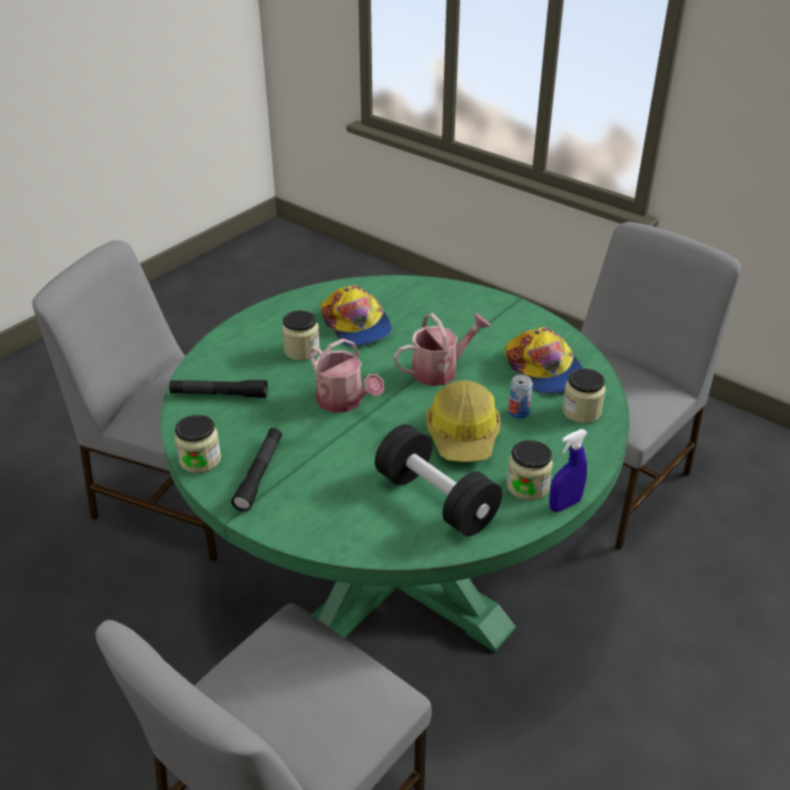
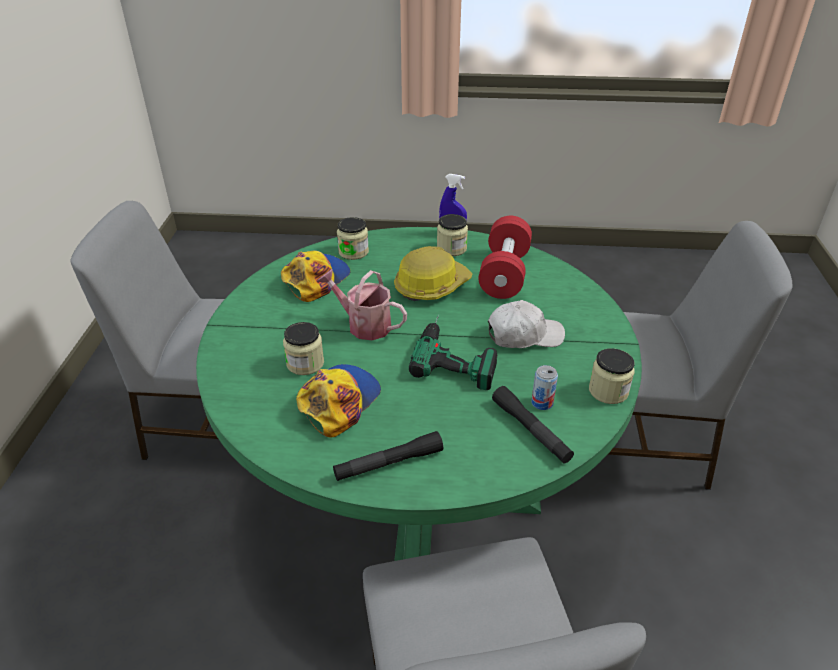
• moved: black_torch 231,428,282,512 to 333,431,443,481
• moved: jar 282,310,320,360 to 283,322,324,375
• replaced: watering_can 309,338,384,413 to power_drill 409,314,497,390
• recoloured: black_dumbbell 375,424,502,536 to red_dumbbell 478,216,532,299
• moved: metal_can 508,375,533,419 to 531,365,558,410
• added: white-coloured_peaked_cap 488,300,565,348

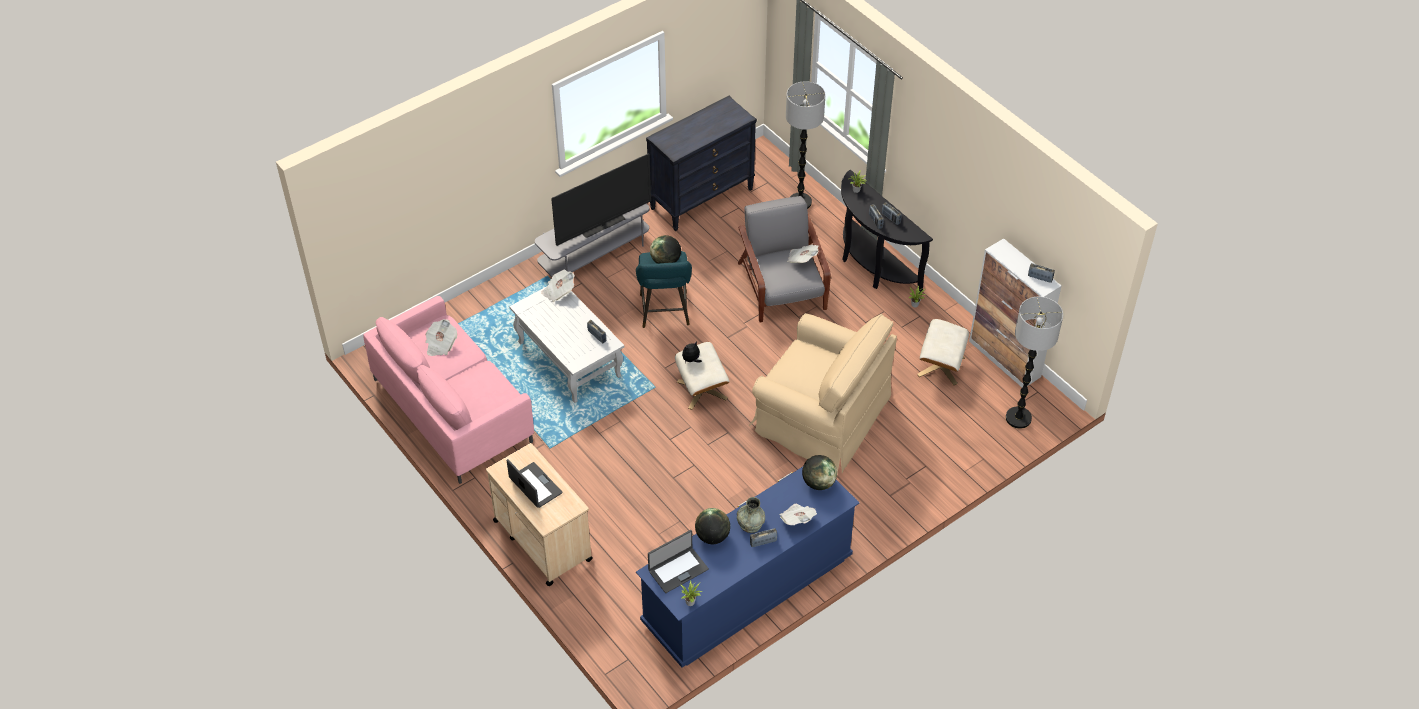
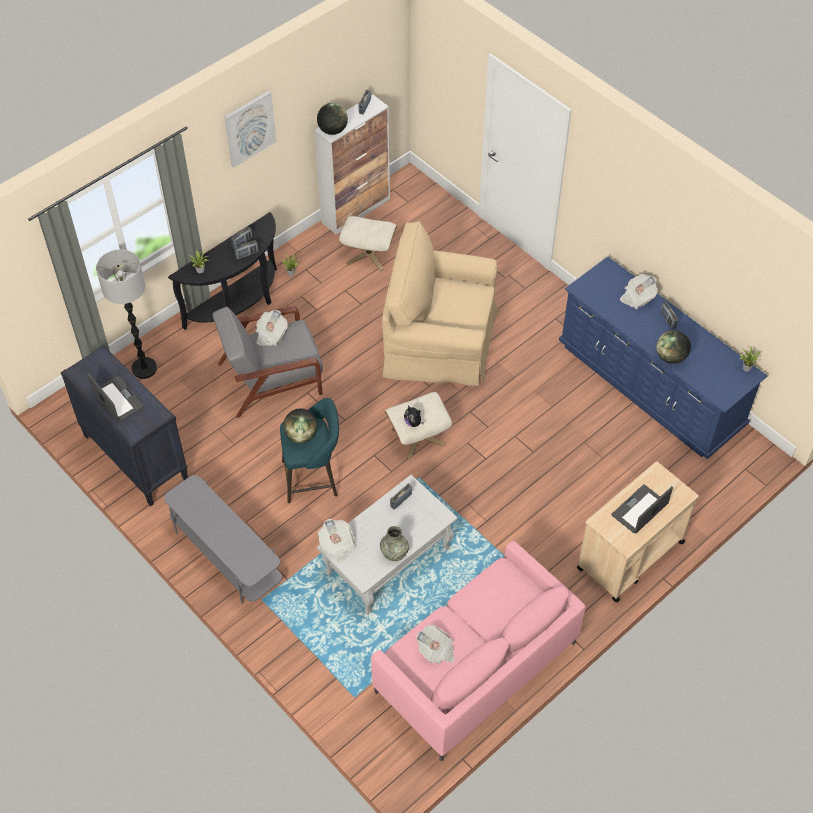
• removed: TV_set 551,153,651,246
• moved: portable_computer 648,530,709,593 to 87,373,144,422
• moved: greyish_decorative_vase 737,497,765,533 to 380,526,409,561
• turned: beige-coloured_armchair 749,313,897,474 = 382,221,498,386 105 degrees counterclockwise
• moved: globe 802,455,837,490 to 317,103,348,135
• removed: standing_lamp 1006,297,1063,429
• added: wall_picture 224,91,276,168

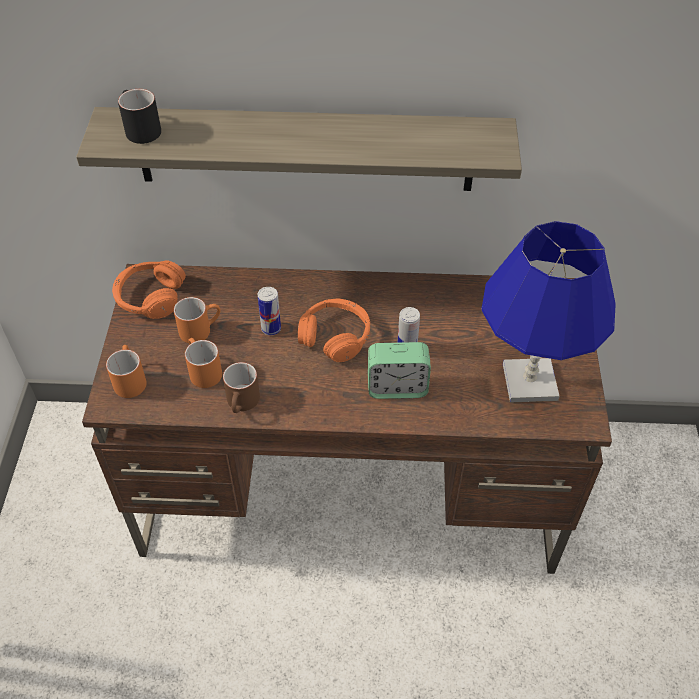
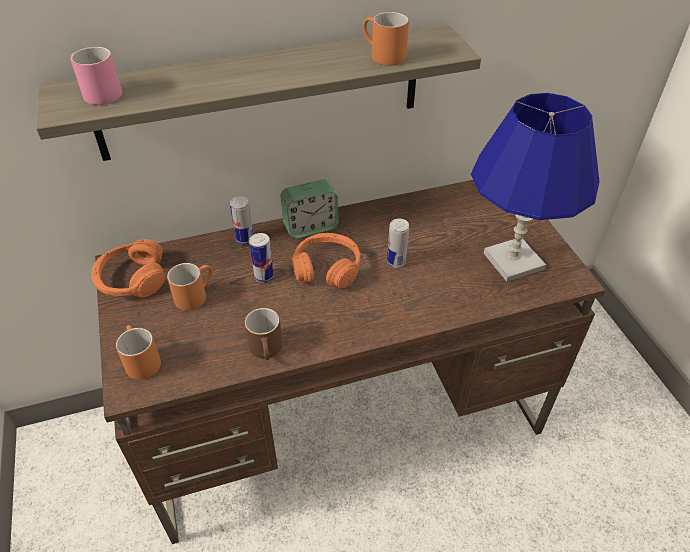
• recoloured: black_mug 118,89,161,144 to pink-coloured_mug 70,47,122,105
• moved: orange_mug 185,338,222,388 to 363,12,409,66
• moved: bedside_clock 368,342,431,399 to 280,179,338,239
• added: metal_can 230,196,254,245

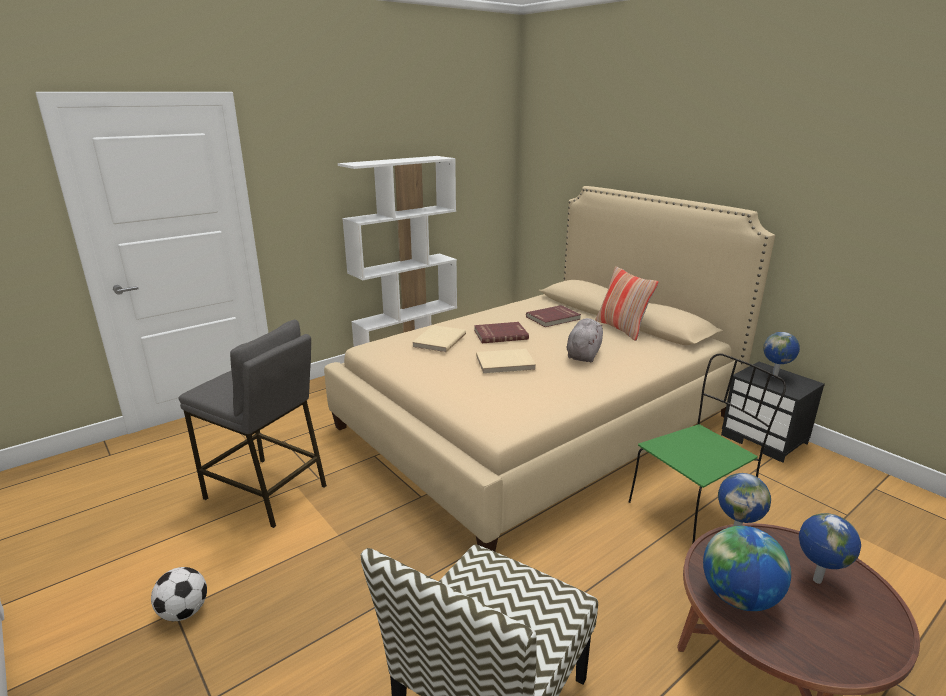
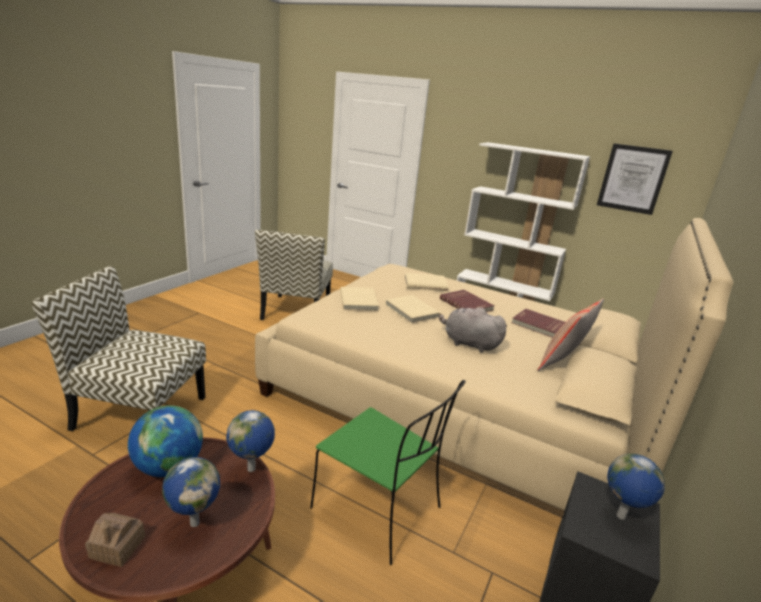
• removed: football_ball 151,567,207,621
• replaced: greyish_stool 179,319,327,528 to plain_chair 255,230,333,320
• turned: greyish_soft_toy 567,318,603,362 = 439,307,507,353 150 degrees counterclockwise
• added: model_house 85,513,145,567
• added: beige-coloured_book 340,287,379,311
• added: wall_picture 597,143,673,215

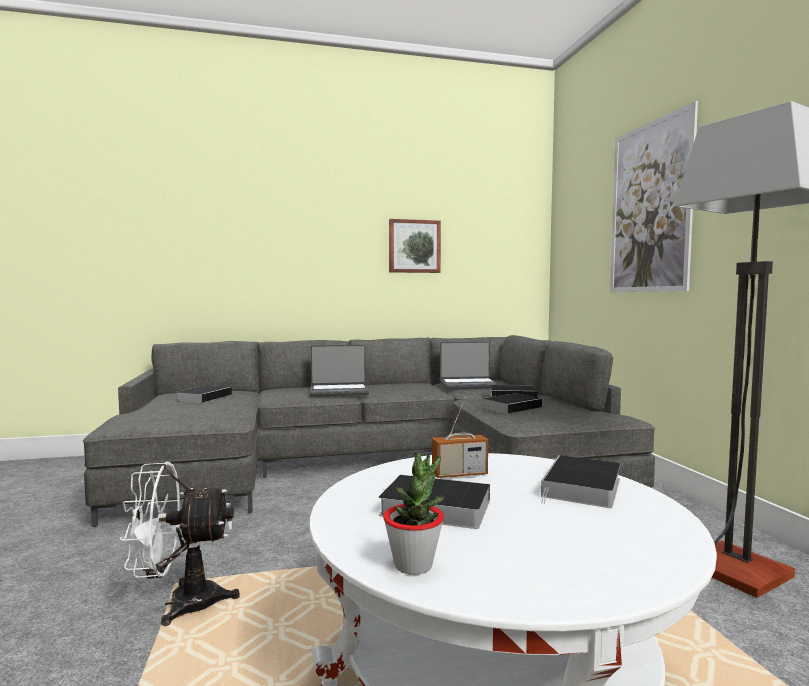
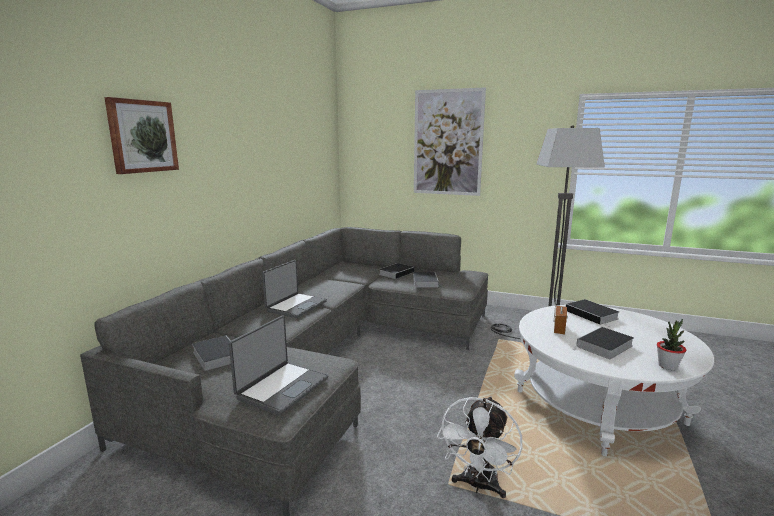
• moved: wall_picture 389,219,441,273 to 104,97,179,174
• moved: portable_computer 440,341,500,389 to 229,315,328,415

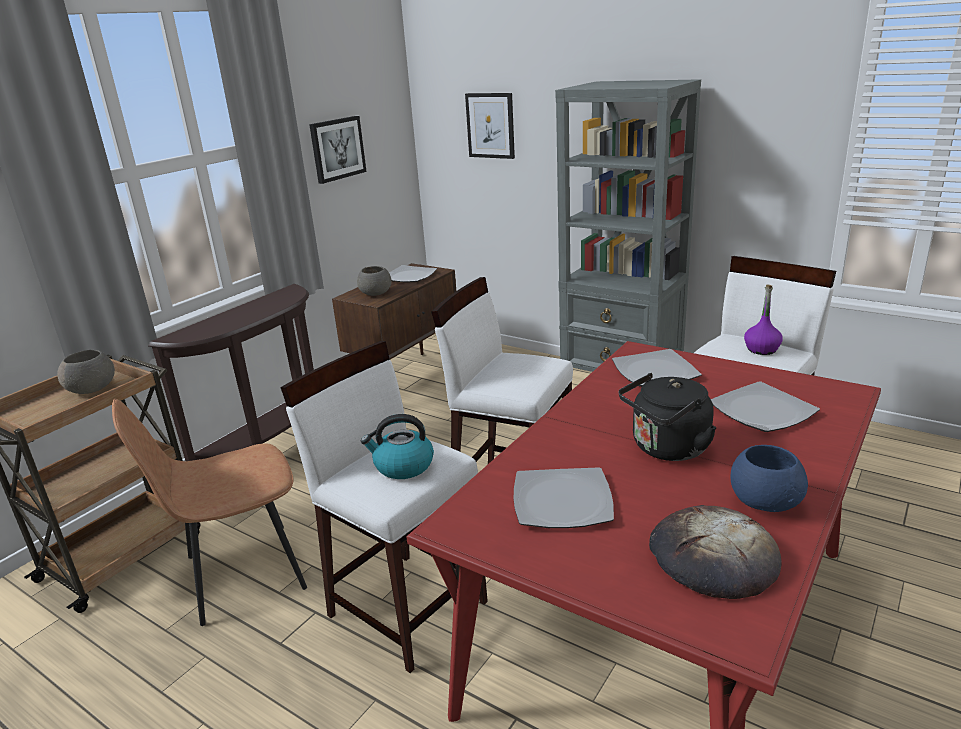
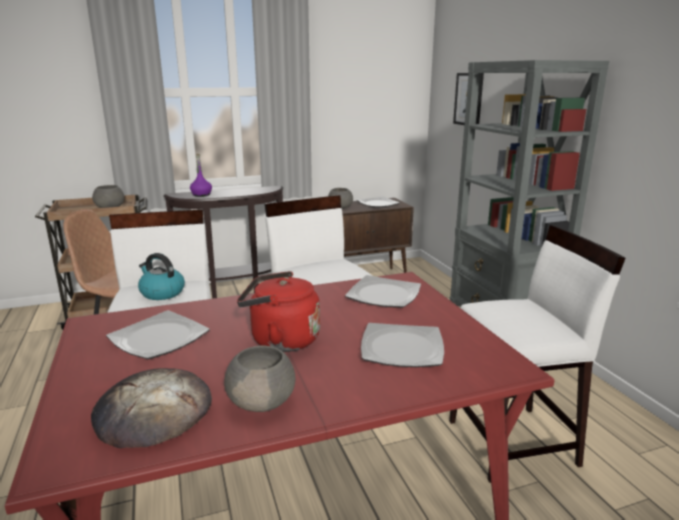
• removed: wall_picture 309,116,367,184
• recoloured: black_water_kettle 619,373,717,461 to red_water_kettle 237,271,320,352
• recoloured: blue-coloured_deep_dish 731,445,808,512 to greyish_deep_dish 224,346,295,412
• moved: purple_bottle 744,285,783,355 to 190,153,212,197

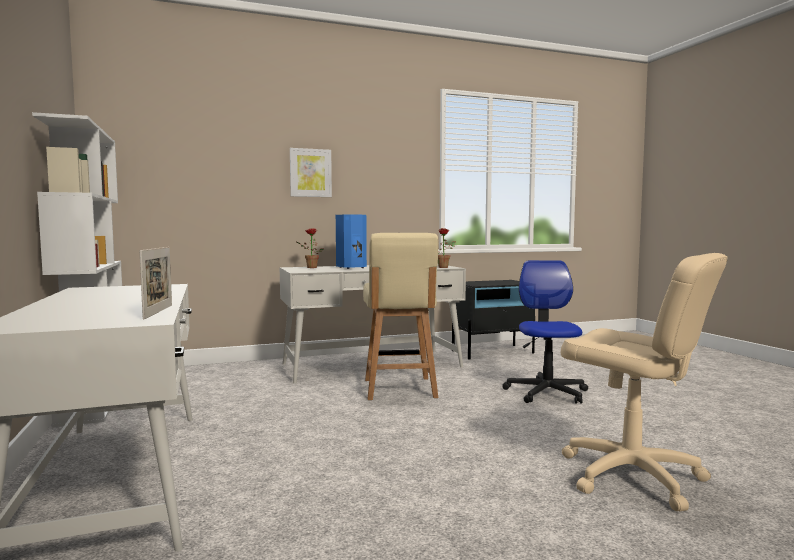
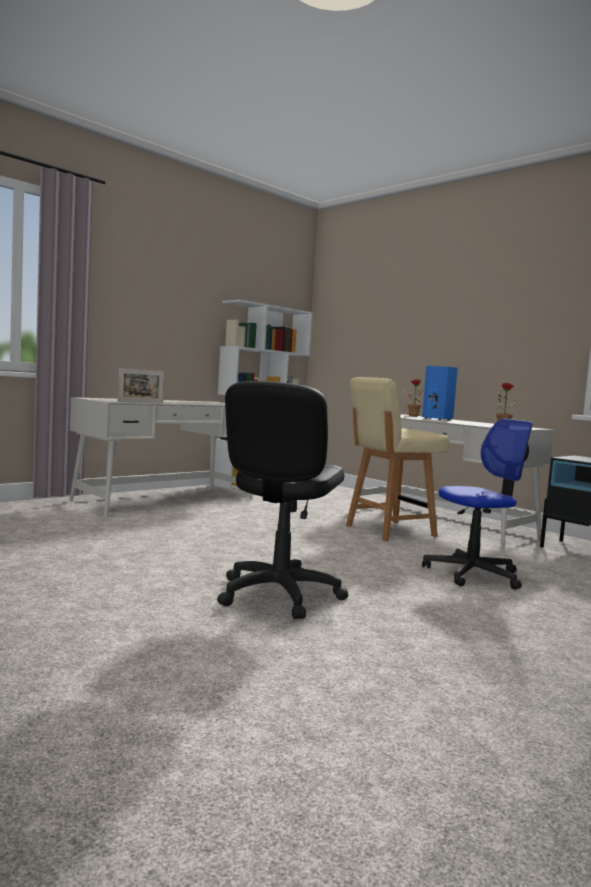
• removed: wall_picture 290,148,332,197
• recoloured: beige-coloured_desk_chair 561,253,728,511 to black_desk_chair 217,381,348,619

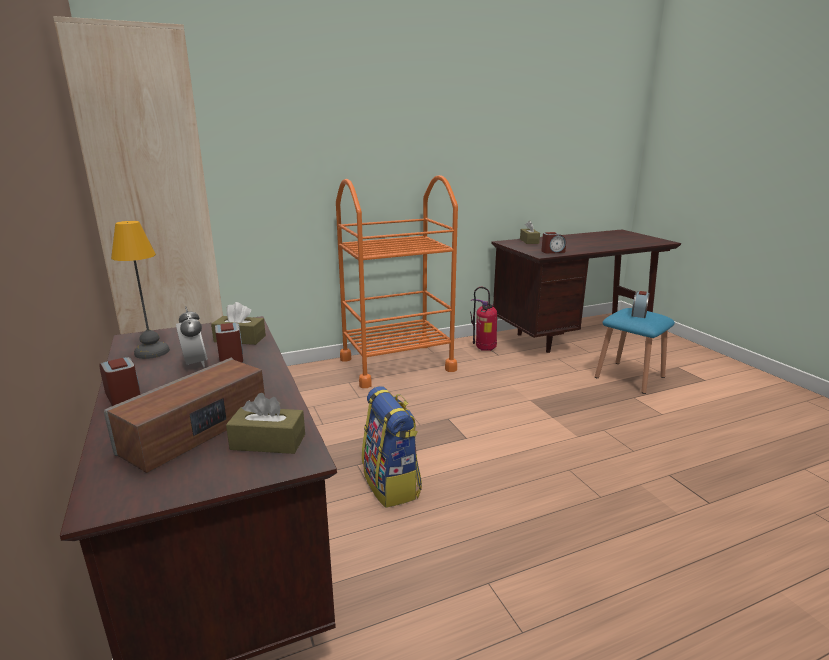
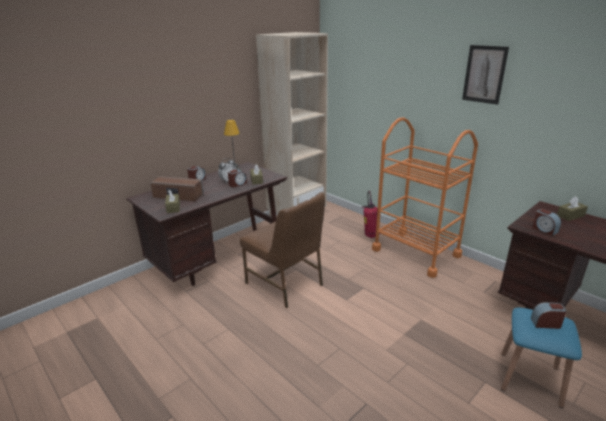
• replaced: knapsack 362,386,422,508 to brown-coloured_plain_chair 240,192,325,308
• moved: fire-fighting_cylinder 470,287,497,351 to 362,191,380,238
• added: wall_picture 462,45,509,105

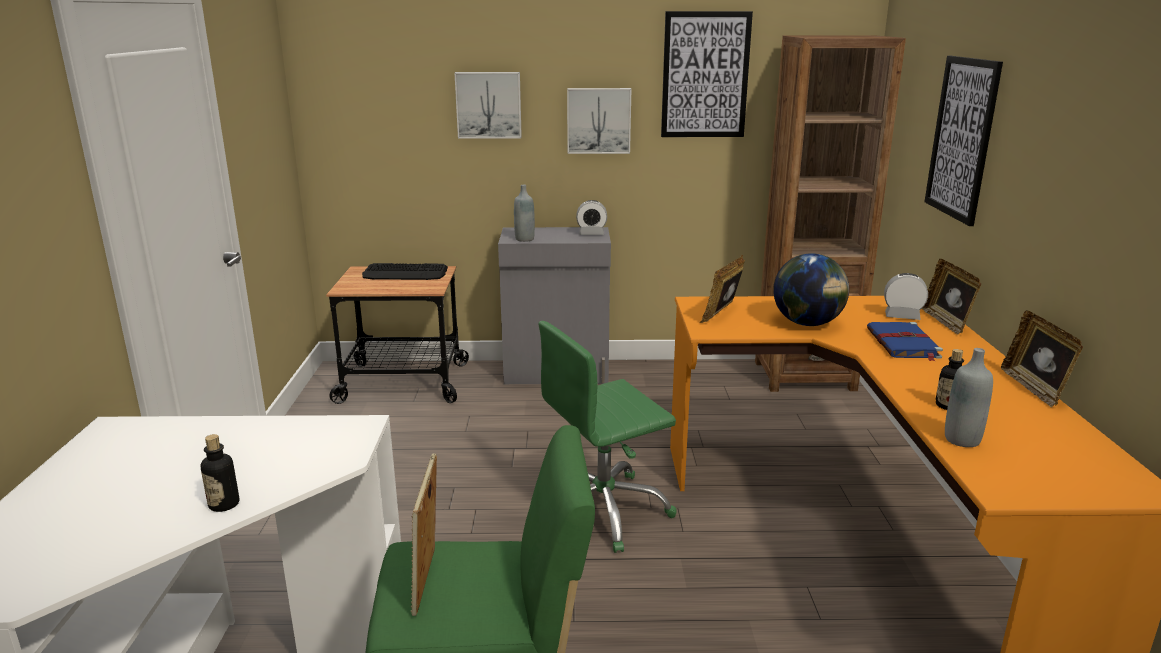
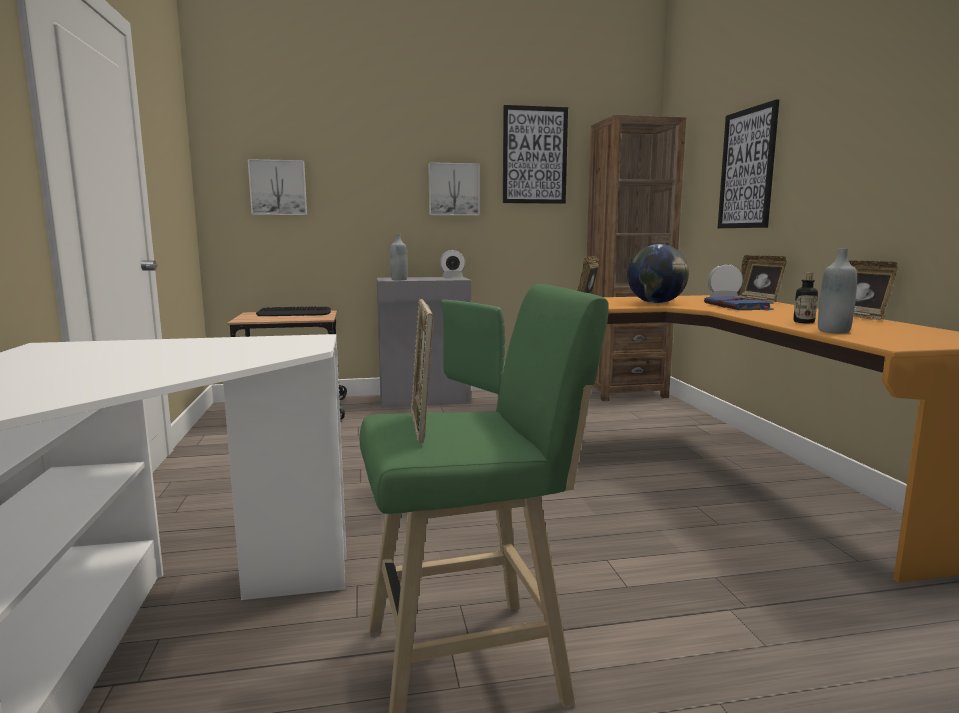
• removed: bottle 201,434,240,512
• moved: wall_picture 454,72,522,139 to 248,159,307,215

